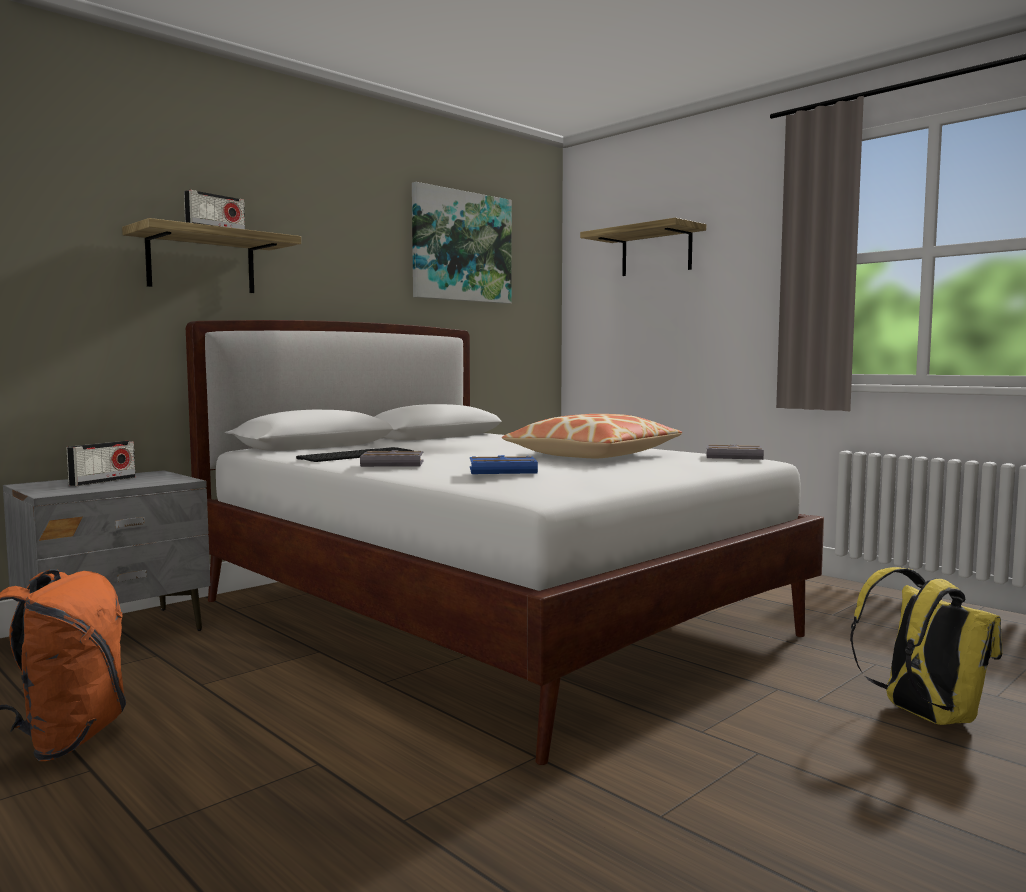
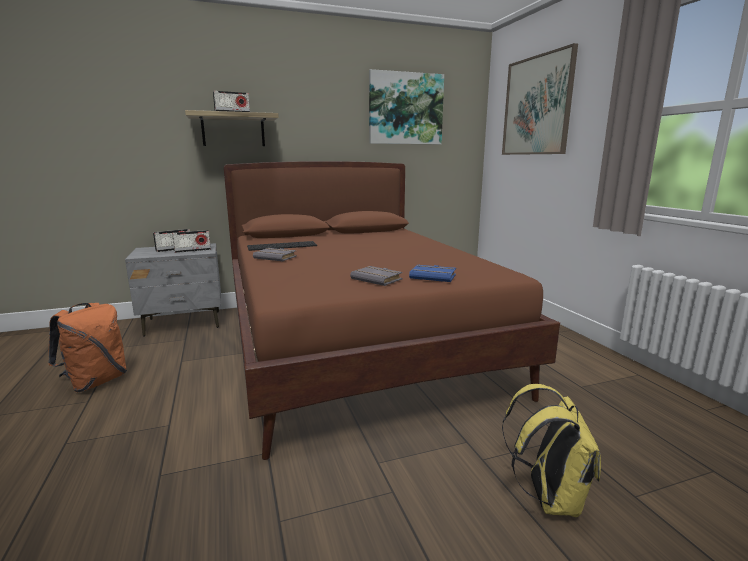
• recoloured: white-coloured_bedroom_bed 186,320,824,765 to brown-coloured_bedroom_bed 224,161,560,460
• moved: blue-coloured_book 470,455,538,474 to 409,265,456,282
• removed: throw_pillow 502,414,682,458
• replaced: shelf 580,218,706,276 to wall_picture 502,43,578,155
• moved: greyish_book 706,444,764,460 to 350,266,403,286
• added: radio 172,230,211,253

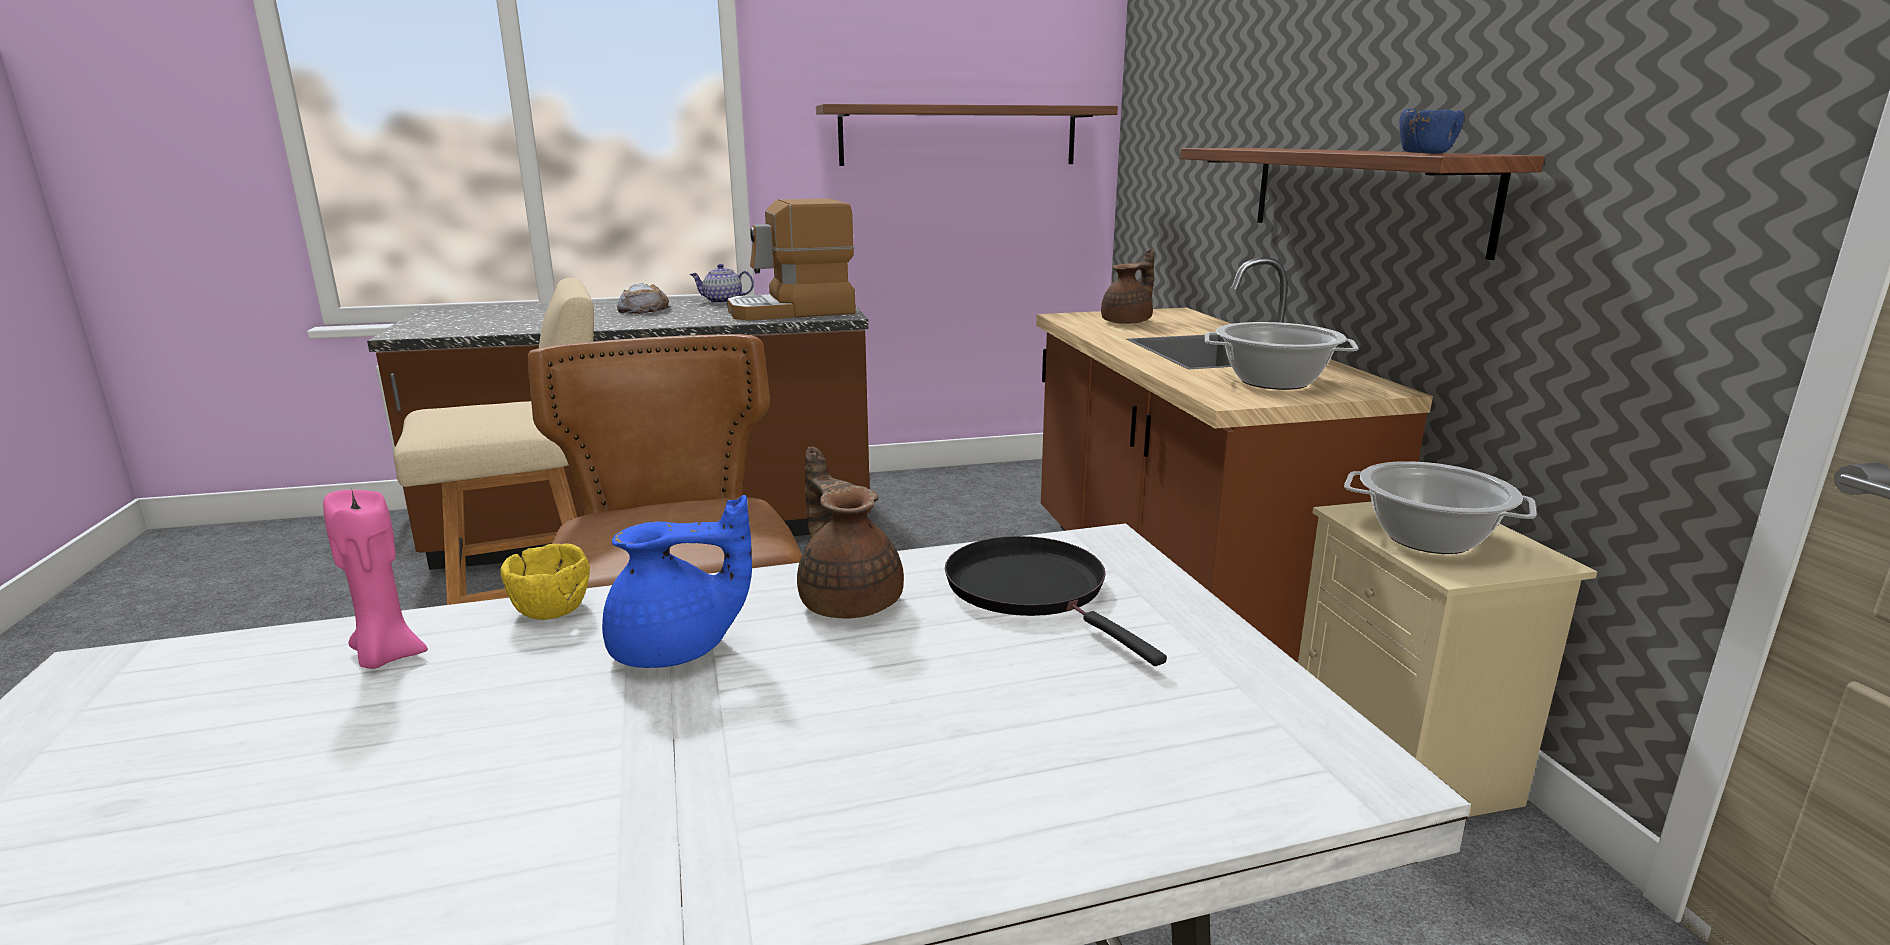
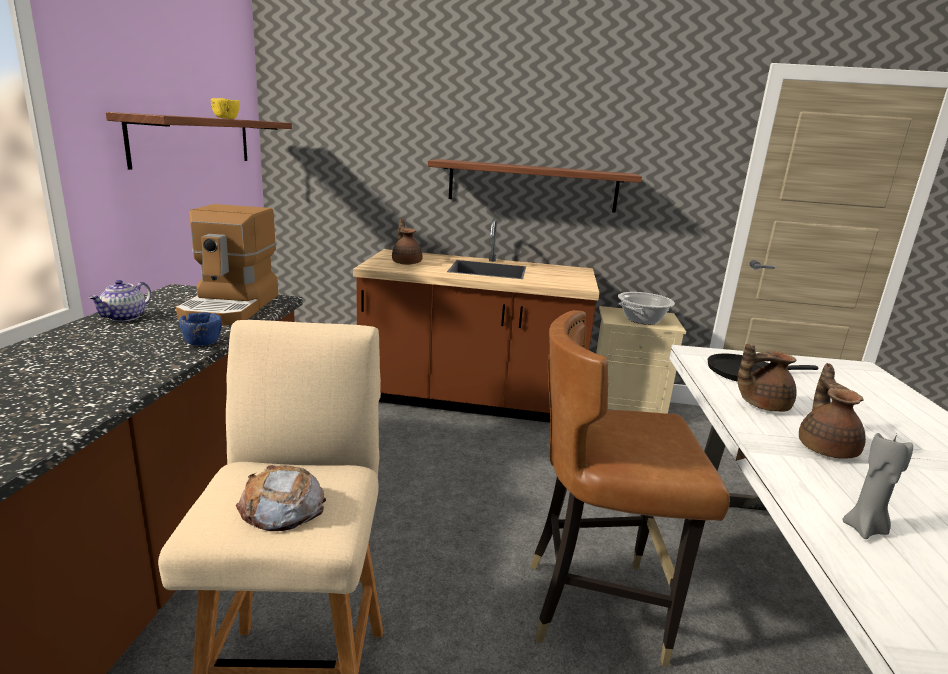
• recoloured: pink-coloured_candle 323,490,428,669 to greyish_candle 842,433,913,539
• moved: yellow_deep_dish 500,543,590,620 to 211,98,239,119
• recoloured: blue-coloured_pot_for_tea 602,495,752,668 to brown-coloured_pot_for_tea 799,363,866,459
• moved: bread 617,283,671,314 to 236,465,326,531
• removed: cooking_pot 1205,322,1359,390
• moved: blue-coloured_deep_dish 1399,109,1464,154 to 180,312,222,346

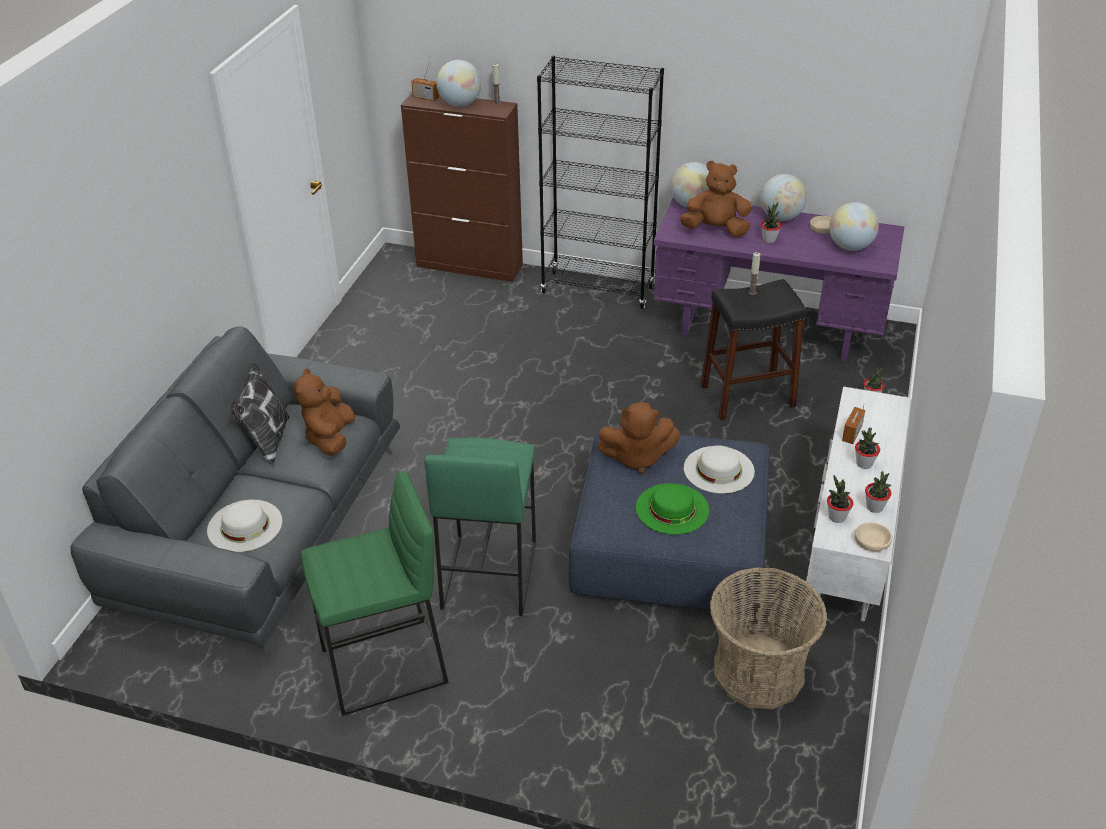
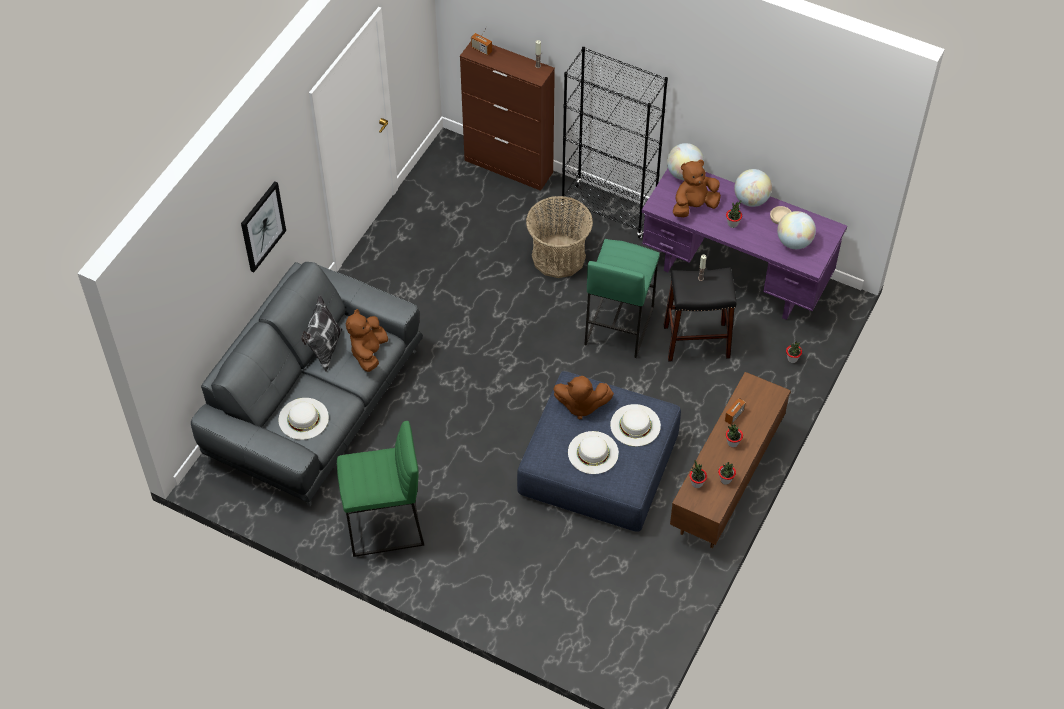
• moved: green_stool 424,437,536,617 to 584,239,660,358
• removed: globe 436,60,481,107
• recoloured: green_clothing_hat 636,483,709,535 to white-coloured_clothing_hat 568,431,619,474
• turned: brown-coloured_soft_toy 680,161,752,237 = 673,160,721,217 45 degrees counterclockwise
• moved: storage_basket 709,567,827,709 to 526,196,593,278
• recoloured: white-coloured_tv_stand 805,387,912,621 to brown-coloured_tv_stand 670,372,791,548
• removed: beige-coloured_deep_dish 855,523,892,552
• added: wall_picture 241,181,286,272

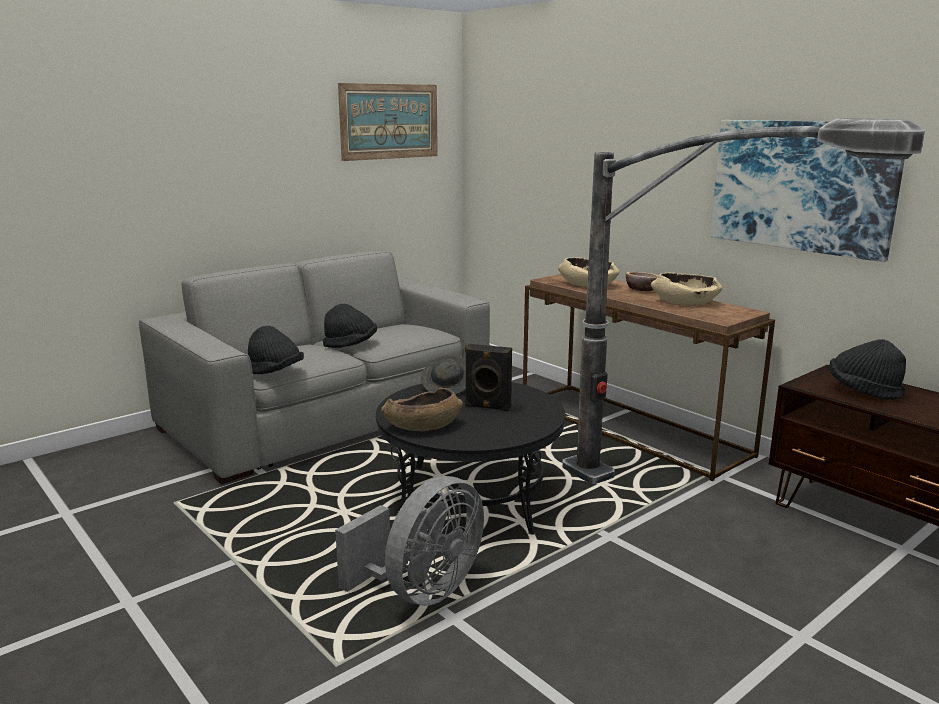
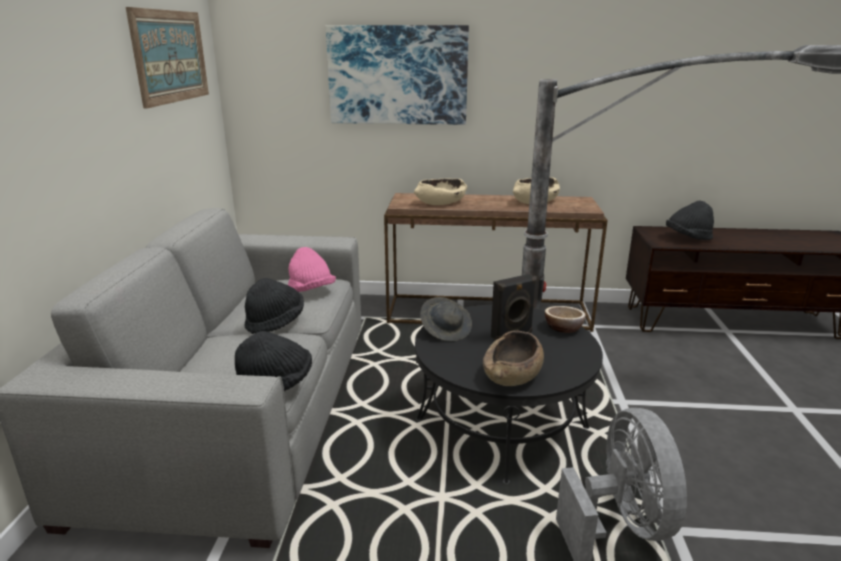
• moved: deep_dish 626,272,658,291 to 545,306,586,333
• moved: wall_picture 710,120,905,262 to 326,25,469,125
• added: pink-coloured_clothing_hat 288,247,336,292

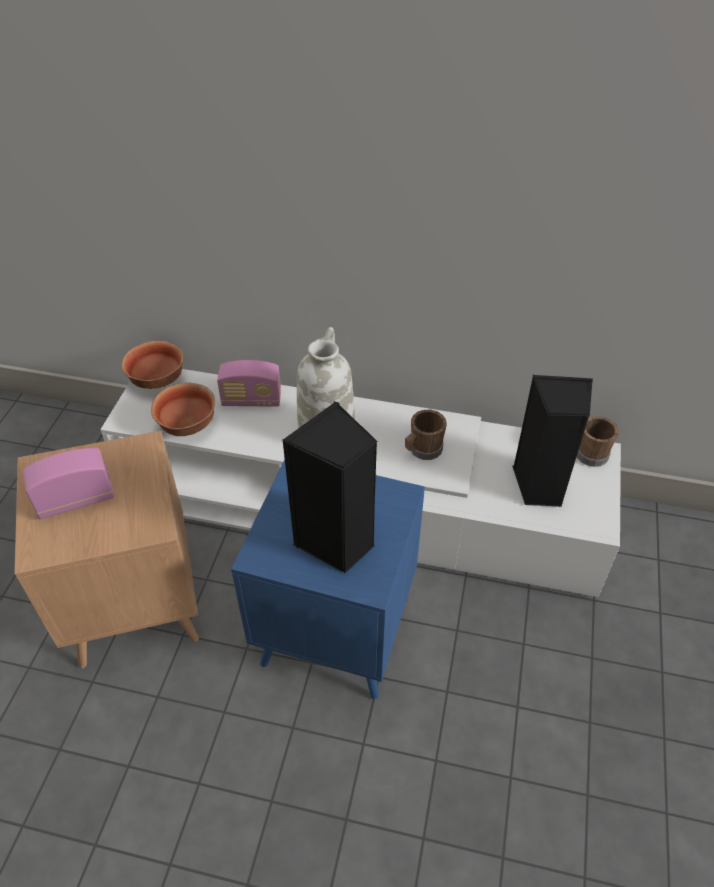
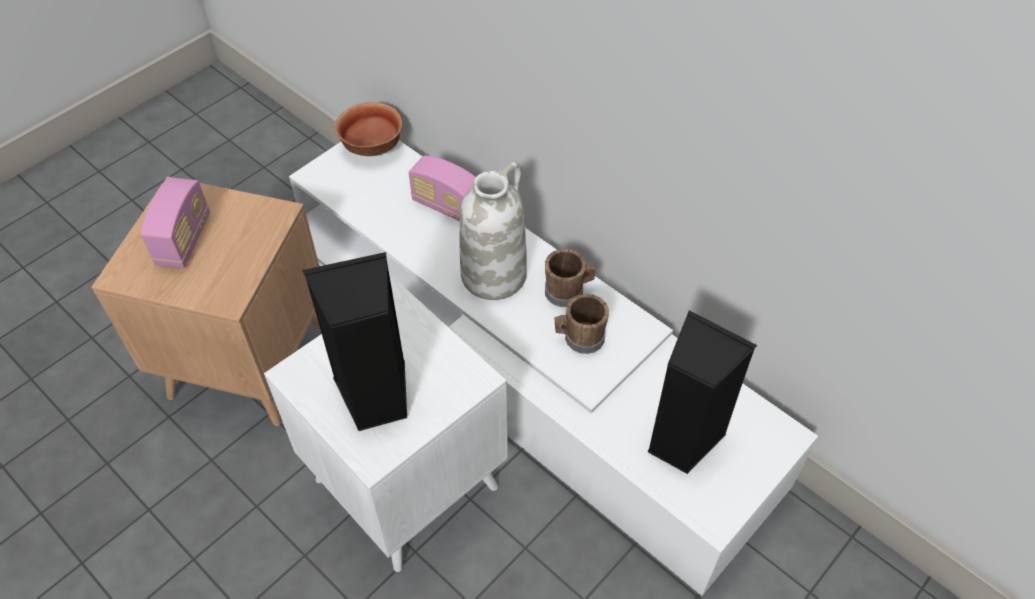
• turned: radio 22,448,115,519 = 140,177,210,268 90 degrees clockwise
• removed: deep_dish 151,383,215,436
• recoloured: blue-coloured_side_table 231,459,425,699 to white-coloured_side_table 264,282,508,572
• moved: brown-coloured_mug 577,416,619,467 to 545,249,596,307

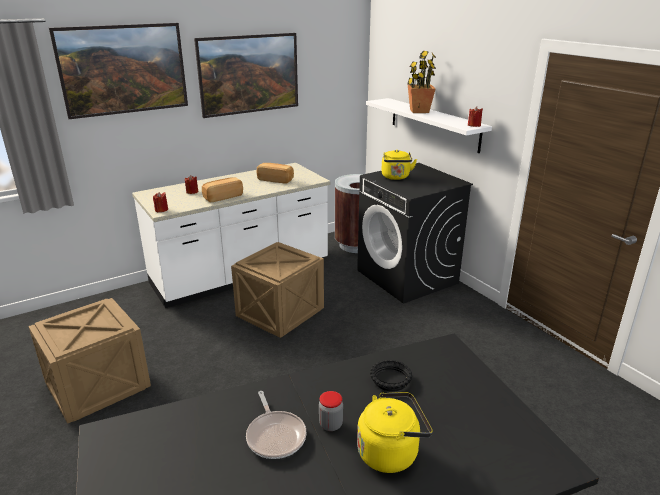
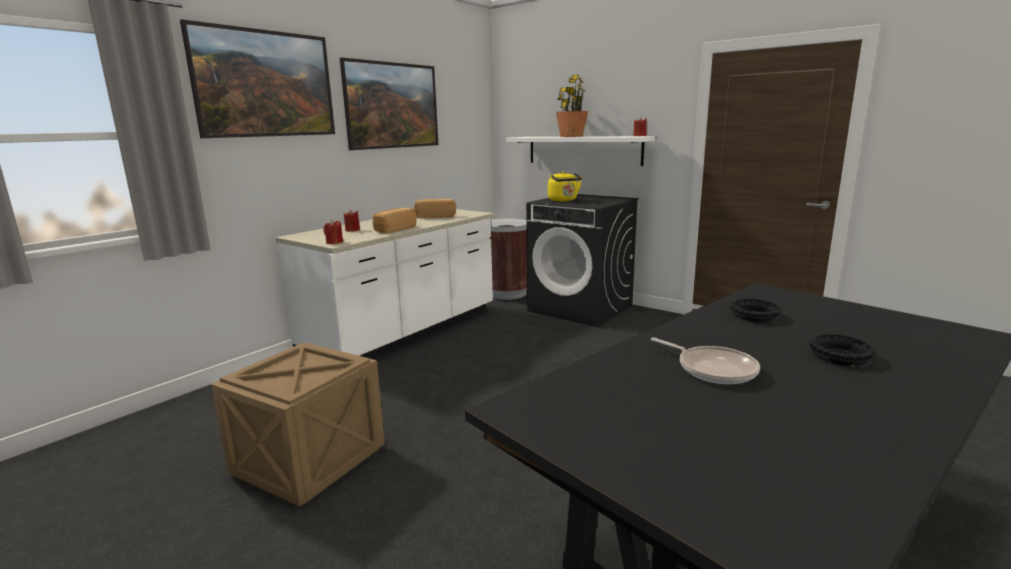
• removed: shipping_crate 231,242,324,338
• removed: jar 319,391,343,431
• replaced: yellow_water_kettle 357,392,432,473 to black_deep_dish 809,334,876,366

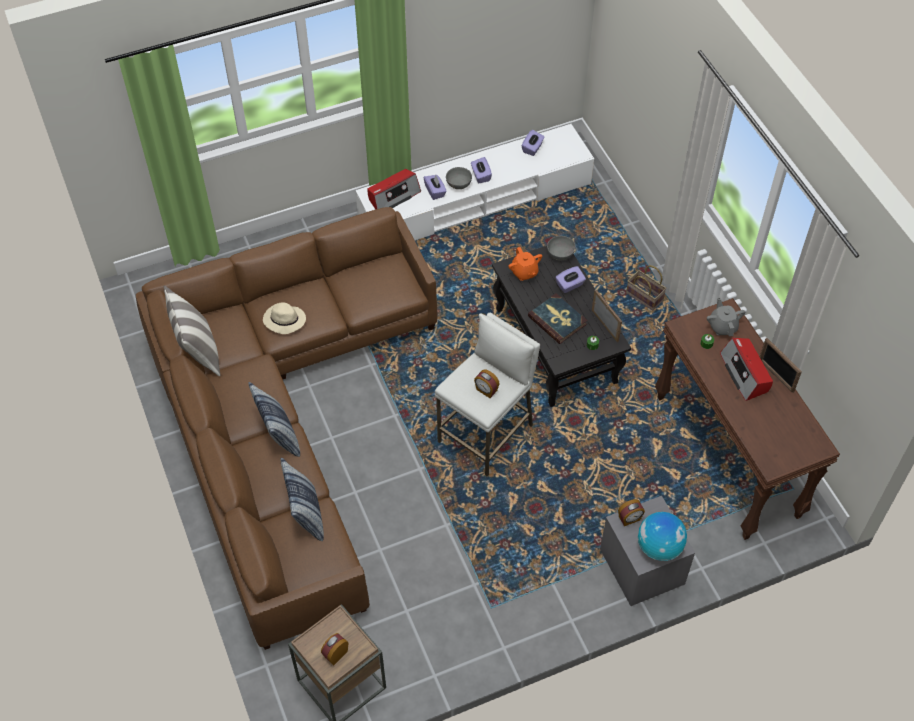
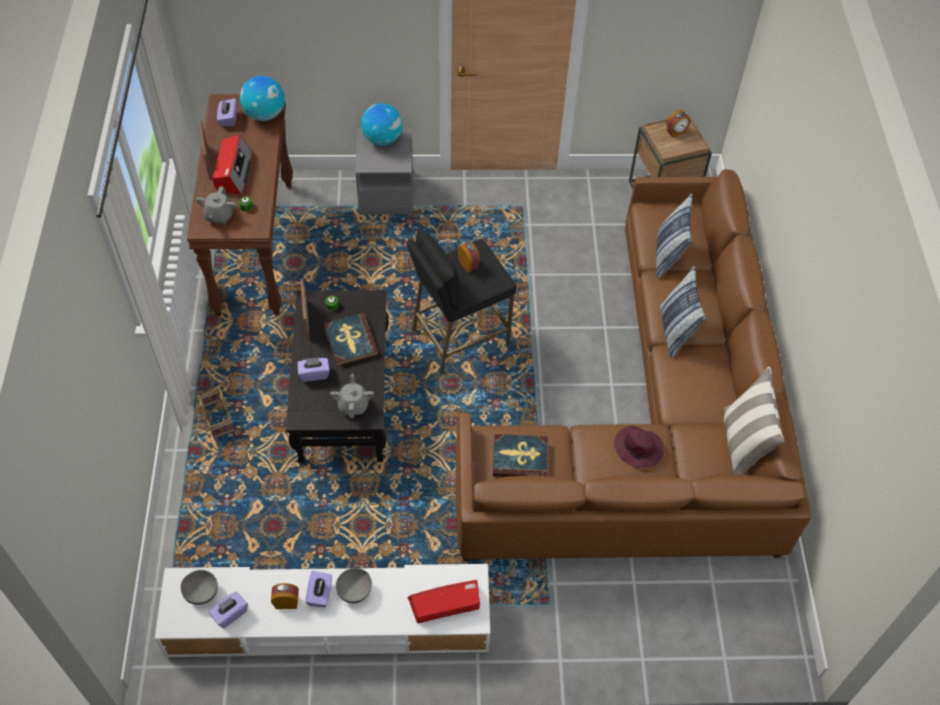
• recoloured: beige-coloured_clothing_hat 263,302,306,334 to purple_clothing_hat 614,426,664,468
• moved: purple_box_of_tissues 424,175,447,200 to 217,99,237,127
• recoloured: white-coloured_stool 435,313,540,476 to black_stool 407,228,516,374
• recoloured: orange_pot_for_tea 508,247,542,281 to greyish_pot_for_tea 330,374,374,418
• moved: greyish_deep_dish 547,236,575,260 to 181,570,218,605
• moved: bedside_clock 618,499,645,526 to 271,583,299,609
• added: globe 240,76,285,121
• added: book 493,434,548,477

